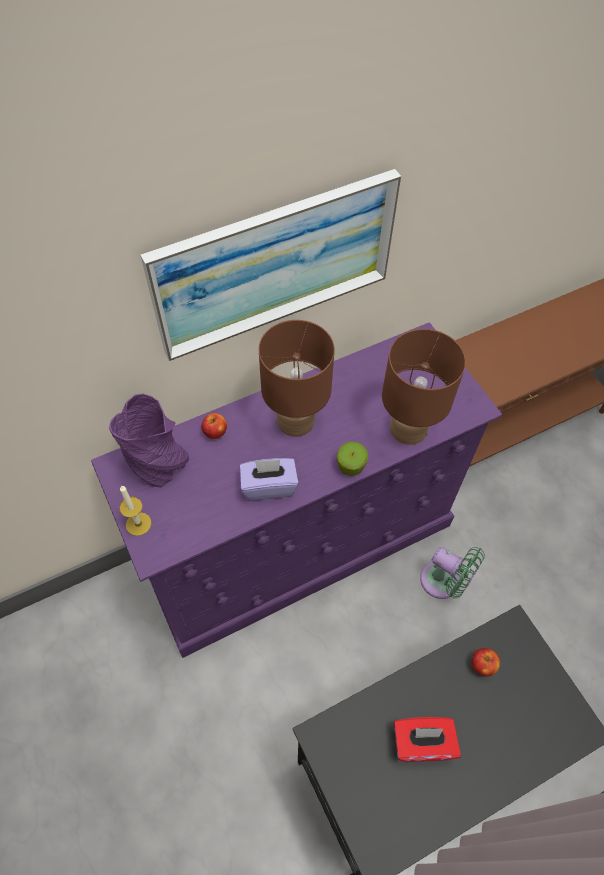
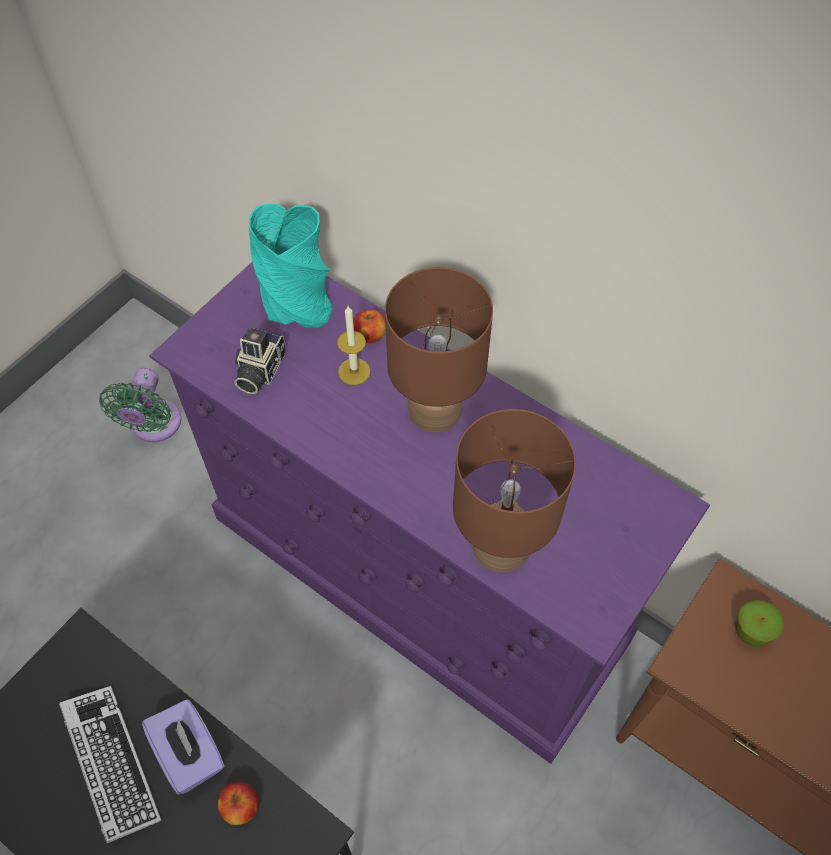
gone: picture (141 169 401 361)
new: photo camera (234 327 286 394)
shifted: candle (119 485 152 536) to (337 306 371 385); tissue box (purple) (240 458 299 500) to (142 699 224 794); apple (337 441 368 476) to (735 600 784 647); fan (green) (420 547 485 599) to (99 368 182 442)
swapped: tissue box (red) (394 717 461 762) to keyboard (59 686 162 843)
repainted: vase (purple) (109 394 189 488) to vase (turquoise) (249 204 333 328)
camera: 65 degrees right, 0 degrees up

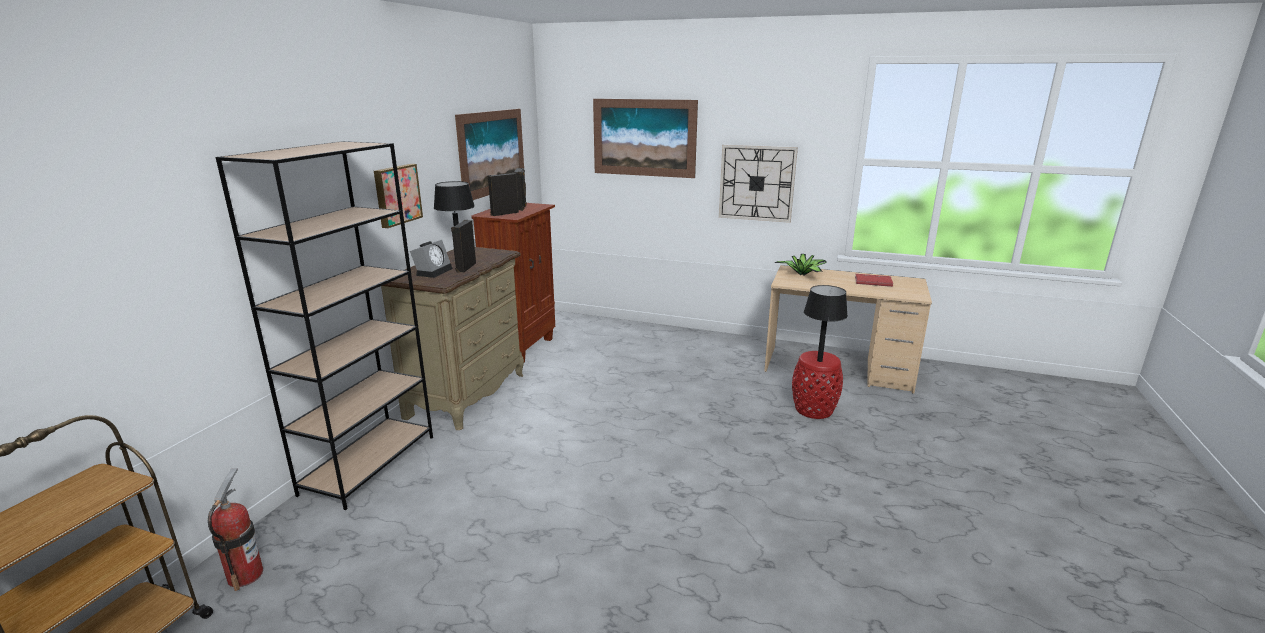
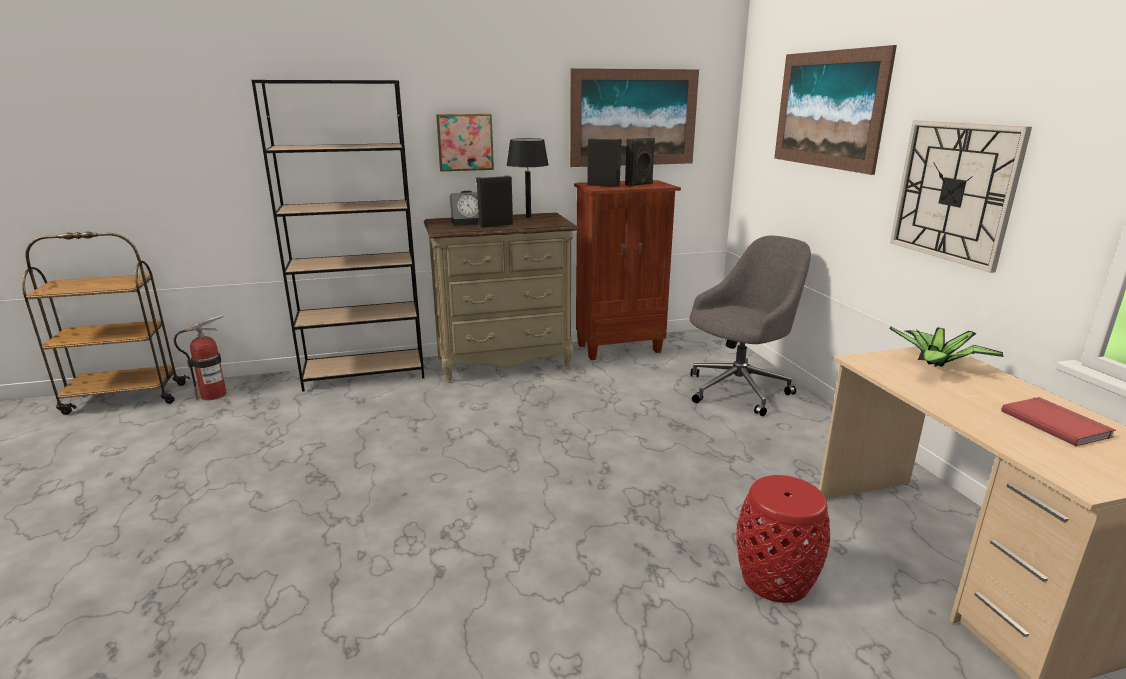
gone: table lamp (black) (804 285 848 362)
new: office chair (grey) (690 235 811 416)
camera: 55 degrees right, 0 degrees up

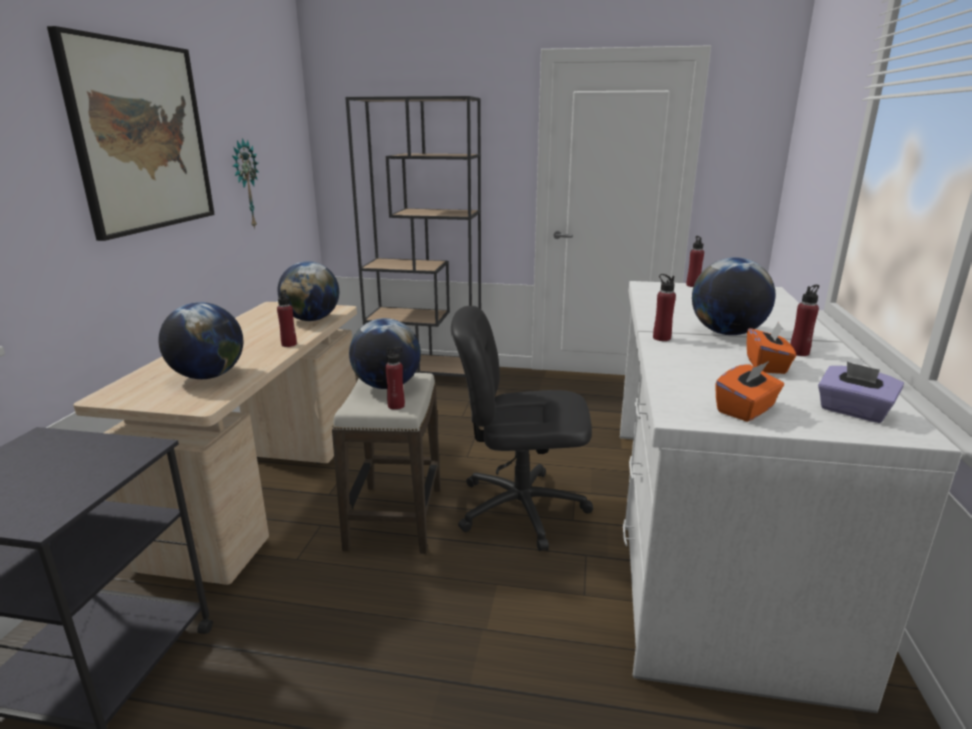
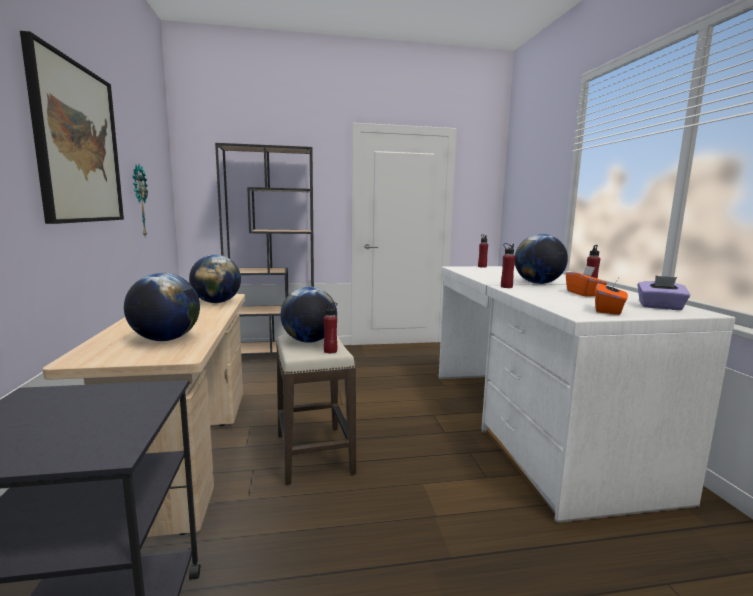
gone: bottle (red) (277 290 297 347); office chair (black) (451 306 593 551)
camera: 20 degrees left, 10 degrees down

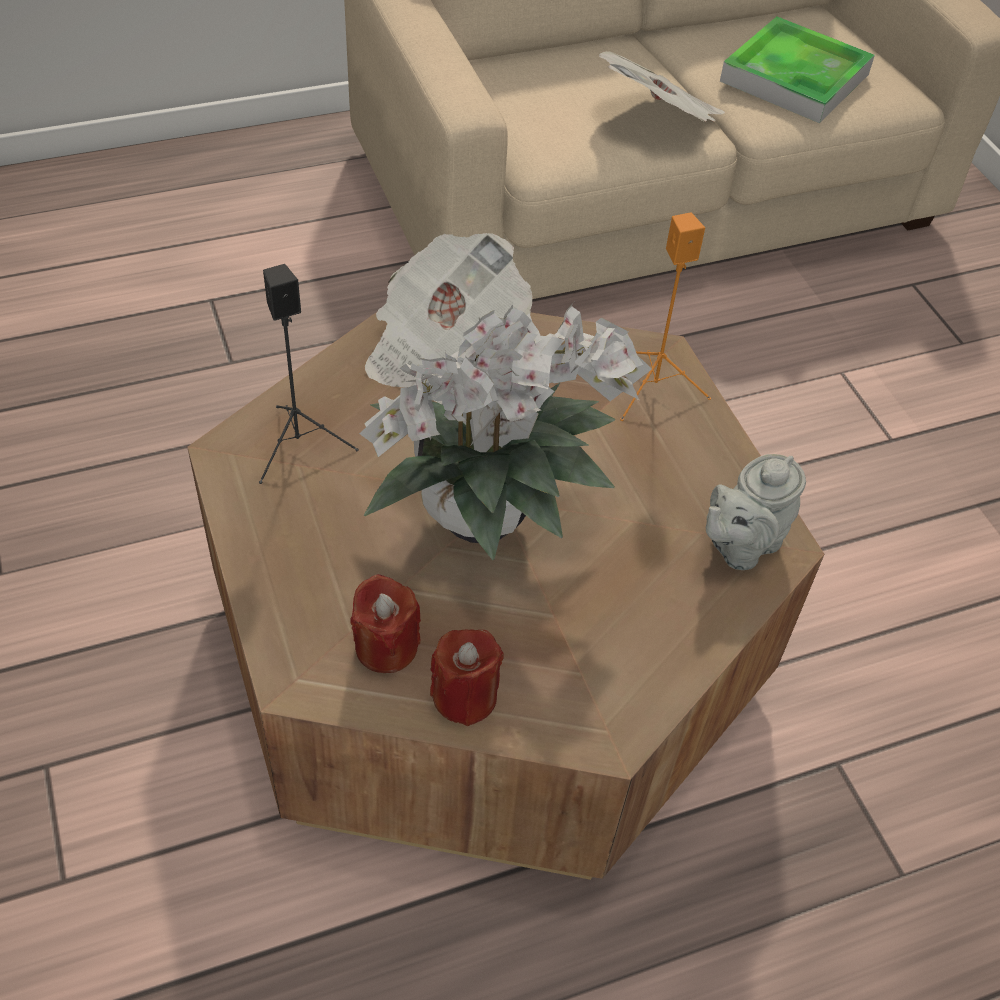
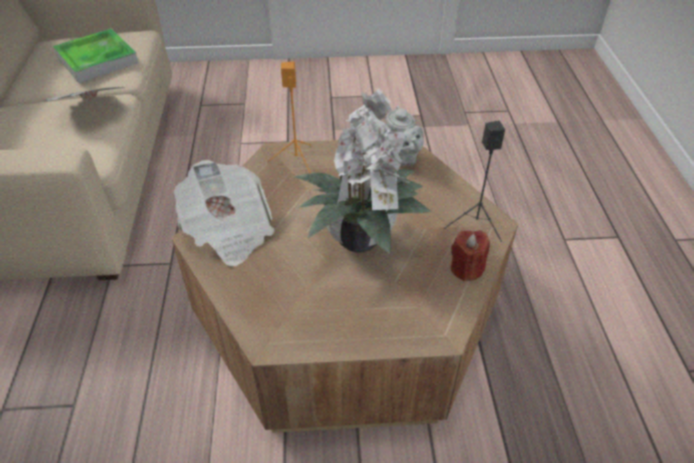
gone: candle (red) (350 574 421 673)
shifted: speaker (black) (259 264 359 484) to (444 120 505 242)
camera: 70 degrees left, 5 degrees down

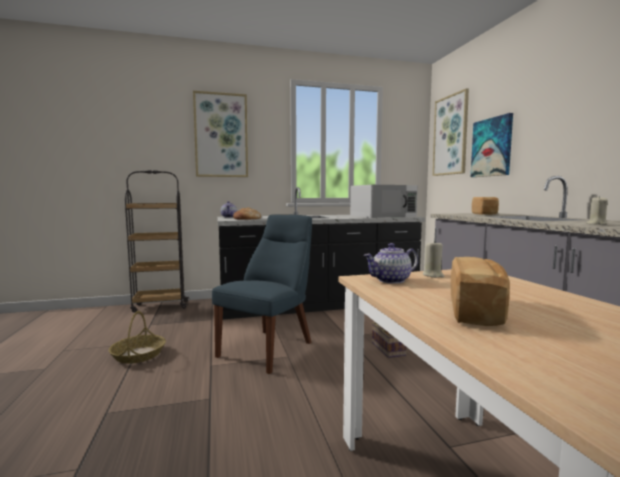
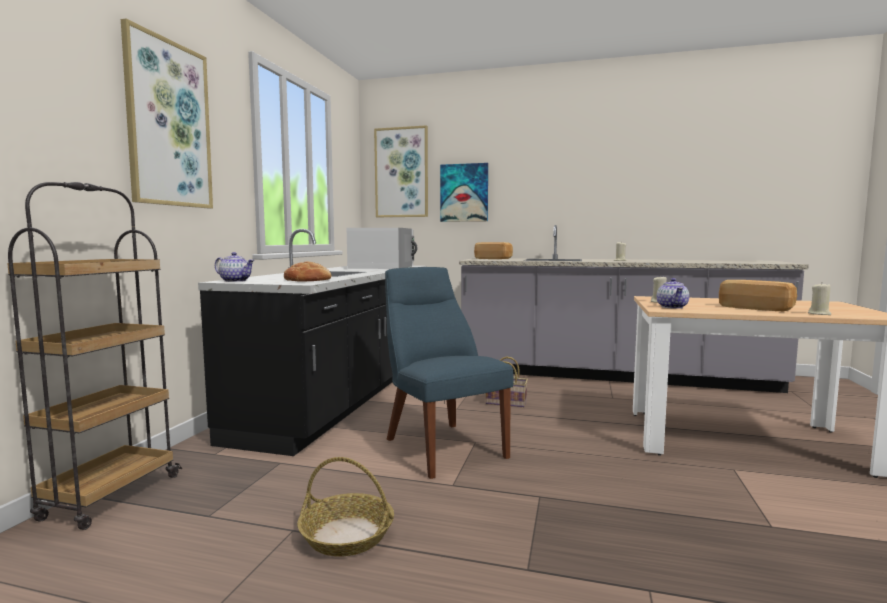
new: candle (beige) (808 282 831 315)
camera: 60 degrees left, 0 degrees up

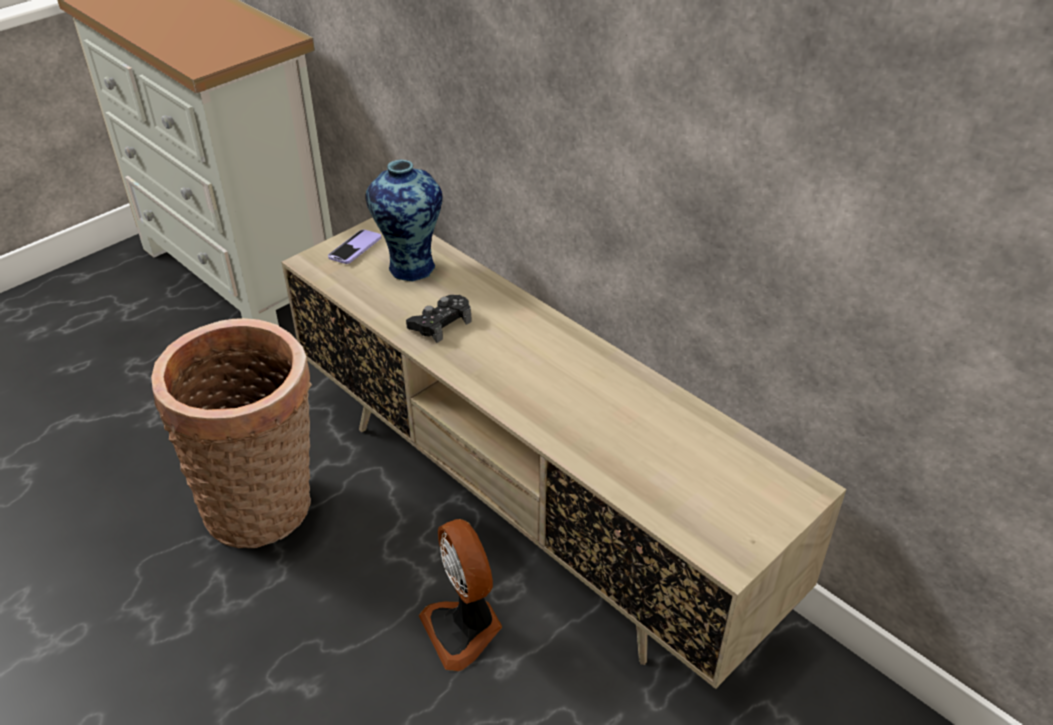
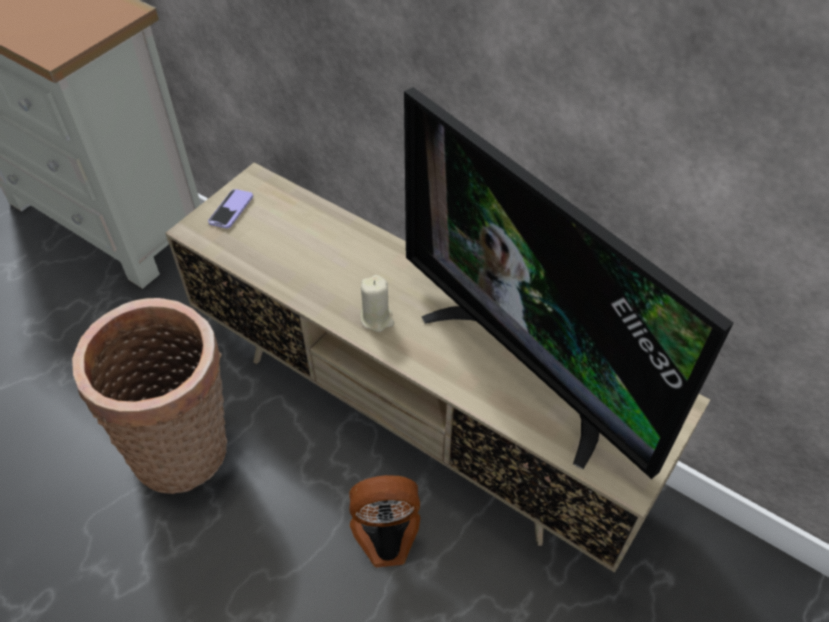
gone: vase (366 160 443 281); game controller (black) (406 295 472 343)
new: candle (beige) (360 275 394 332); television (404 87 734 479)
rotated: fan (419 519 502 671) = (349 475 420 568) 120 degrees clockwise
camera: 10 degrees left, 10 degrees up

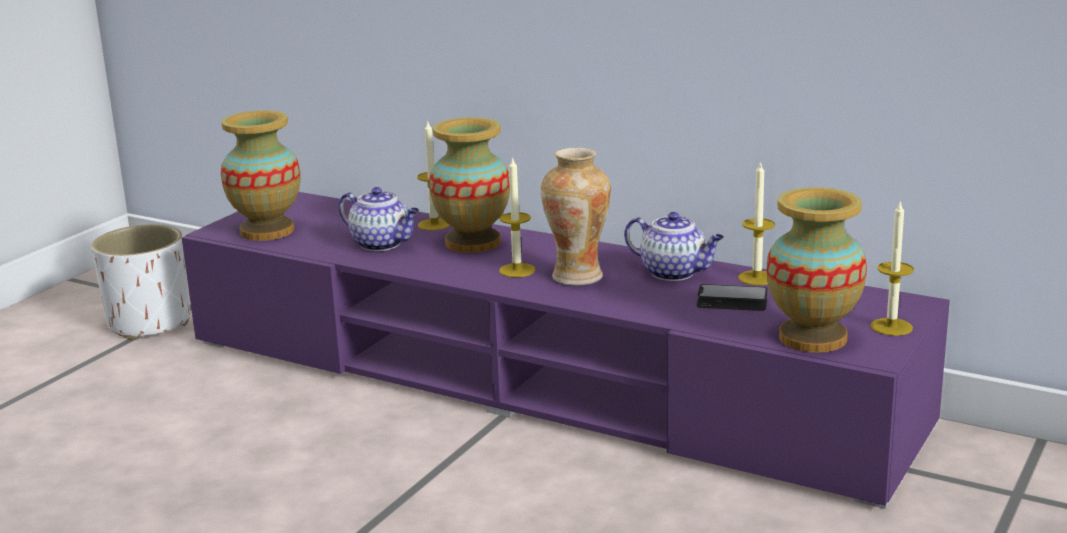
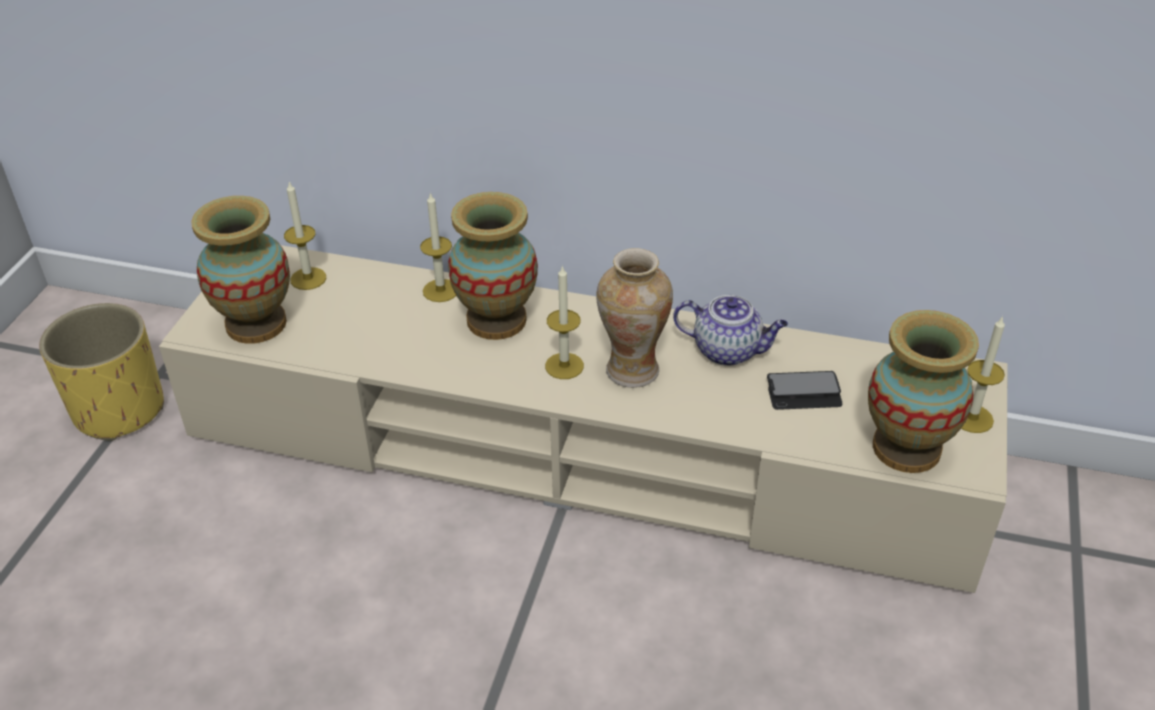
gone: teapot (338 187 419 251)
shifted: candle (738 161 775 285) to (284 182 326 290)
repainted: planter (white) (91 225 190 340) to planter (yellow) (39 303 164 441); tv stand (purple) (182 192 950 509) to tv stand (beige) (159 245 1008 593)
camera: 15 degrees left, 20 degrees up

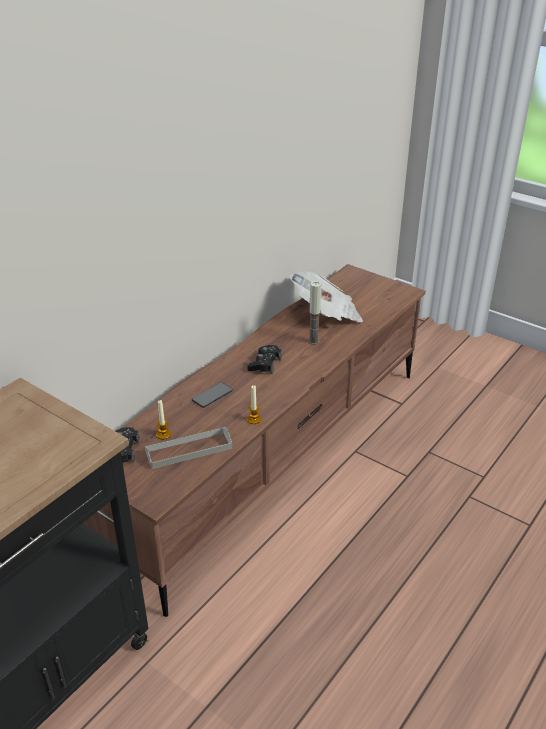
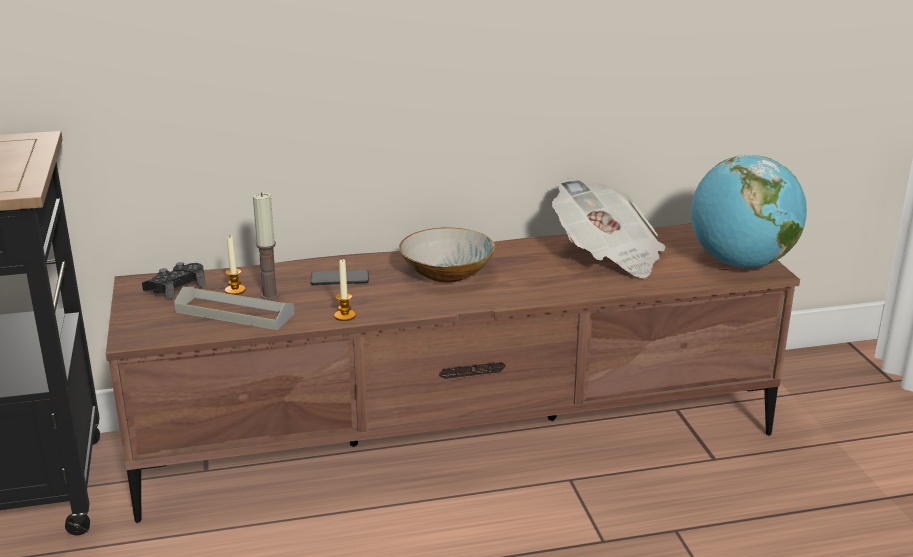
new: globe (691 155 807 268)
shifted: candle (308 281 321 345) to (253 192 279 300)
swapped: game controller (black) (248 345 282 374) to bowl (399 228 495 283)
camera: 40 degrees right, 10 degrees down

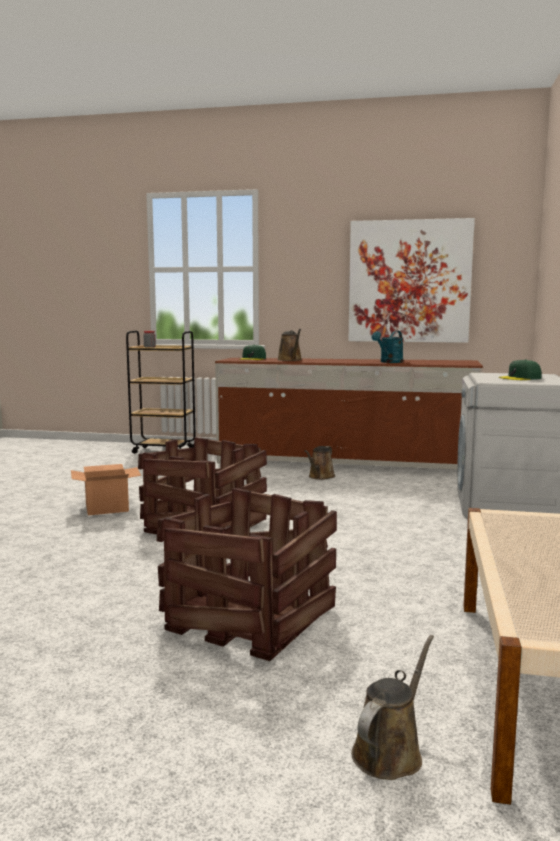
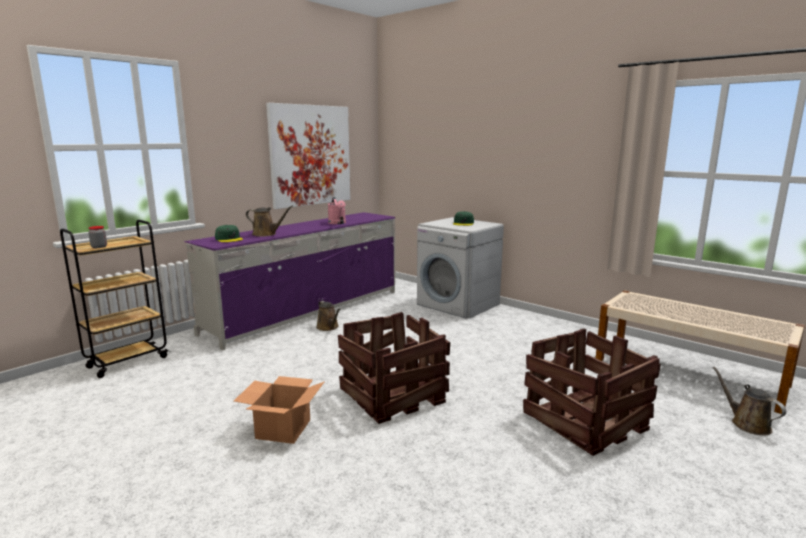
repainted: cabinet (brown) (215 357 483 469) to cabinet (purple) (183 212 395 350); watering can (turquoise) (372 331 403 363) to watering can (pink) (328 197 346 224)
camera: 60 degrees left, 5 degrees up

